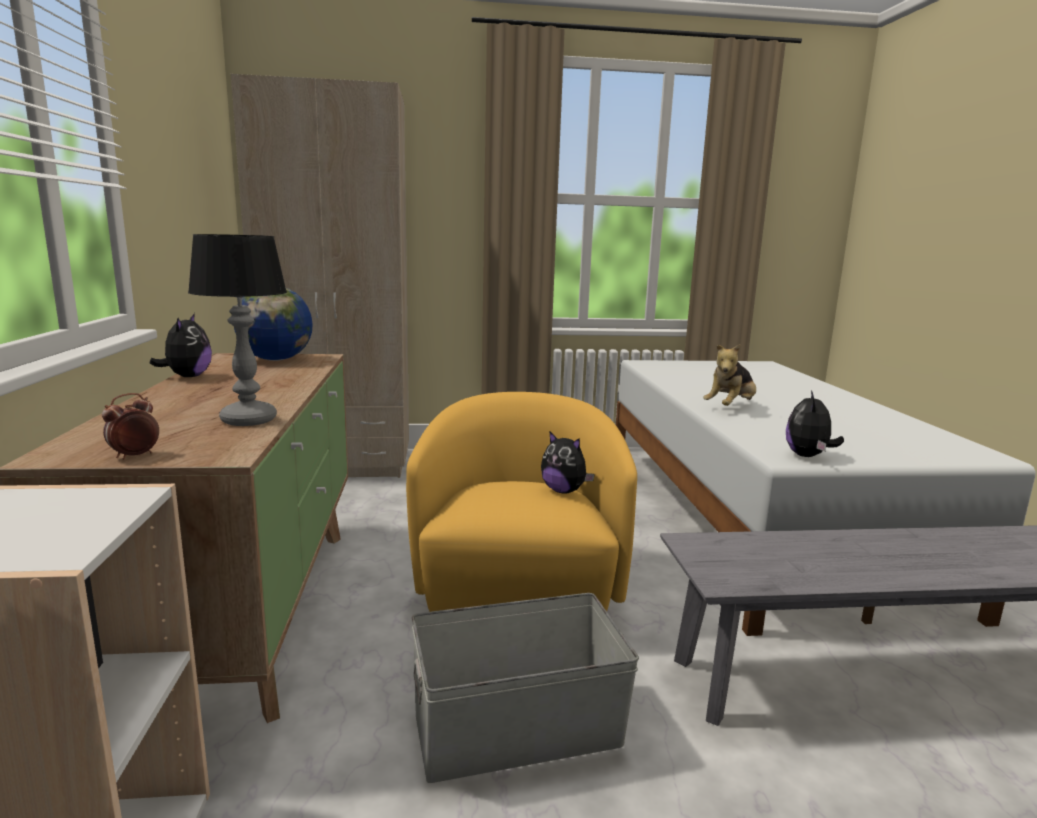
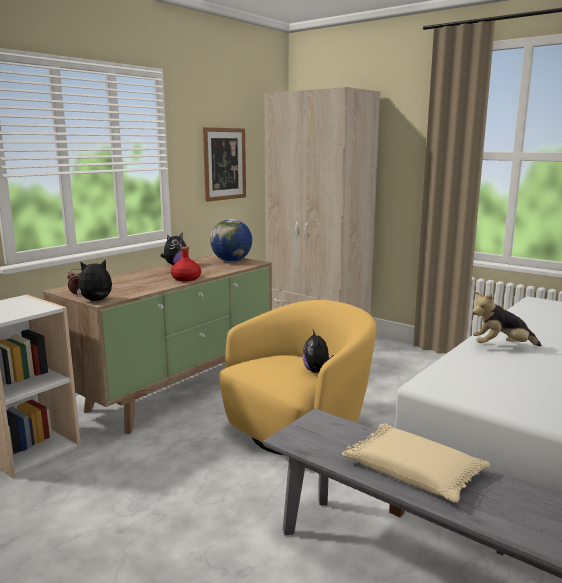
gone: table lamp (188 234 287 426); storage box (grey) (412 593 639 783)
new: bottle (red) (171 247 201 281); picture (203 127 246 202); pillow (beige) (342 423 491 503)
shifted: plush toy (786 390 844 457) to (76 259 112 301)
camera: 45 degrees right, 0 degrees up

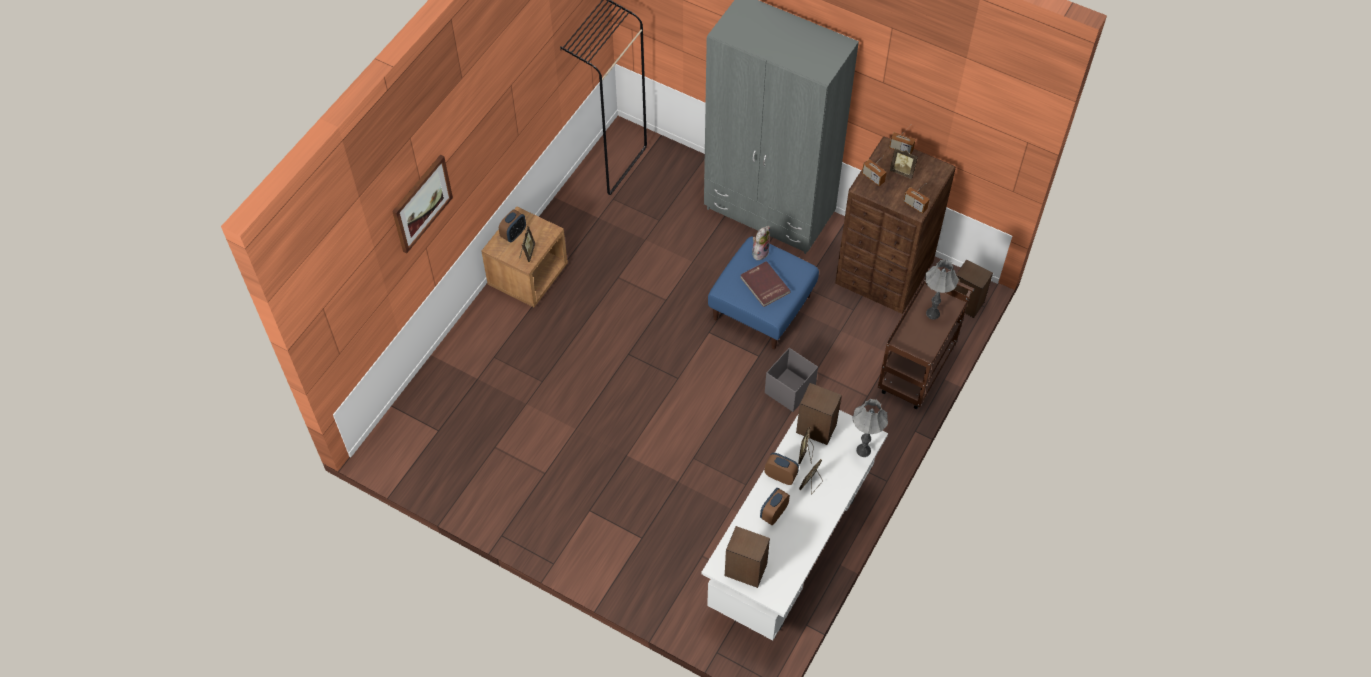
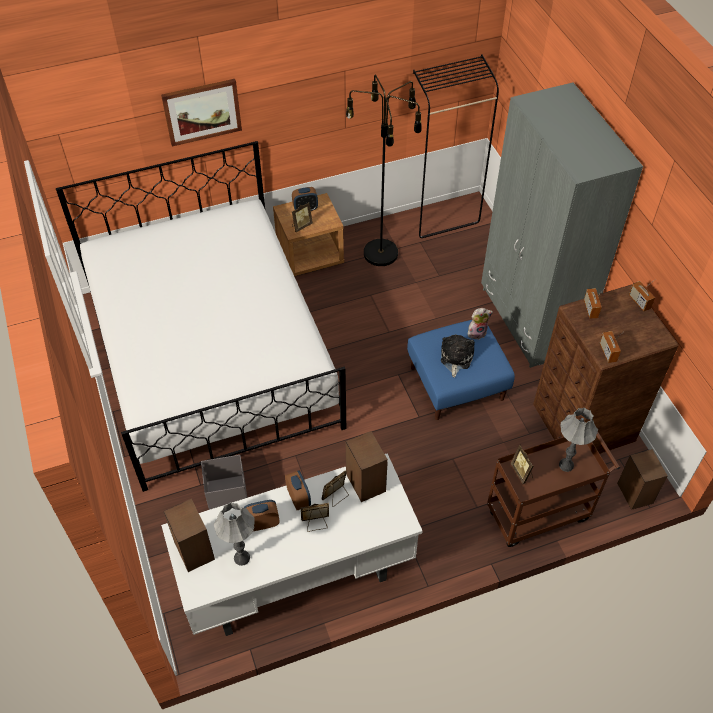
new: bed (white) (56 141 346 492); floor lamp (346 74 422 266)
shifted: storage box (grey) (765 348 818 412) to (201 455 247 510); table lamp (grey) (852 399 888 457) to (214 502 255 566); picture frame (890 148 918 179) to (510 445 533 484)
swapped: book (red) (740 261 791 307) to plush toy (441 335 475 378)
camera: 40 degrees right, 5 degrees down

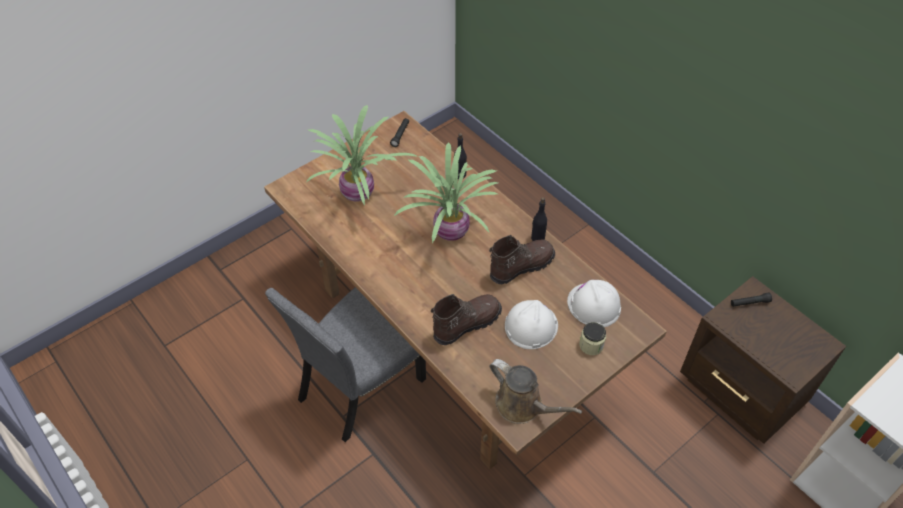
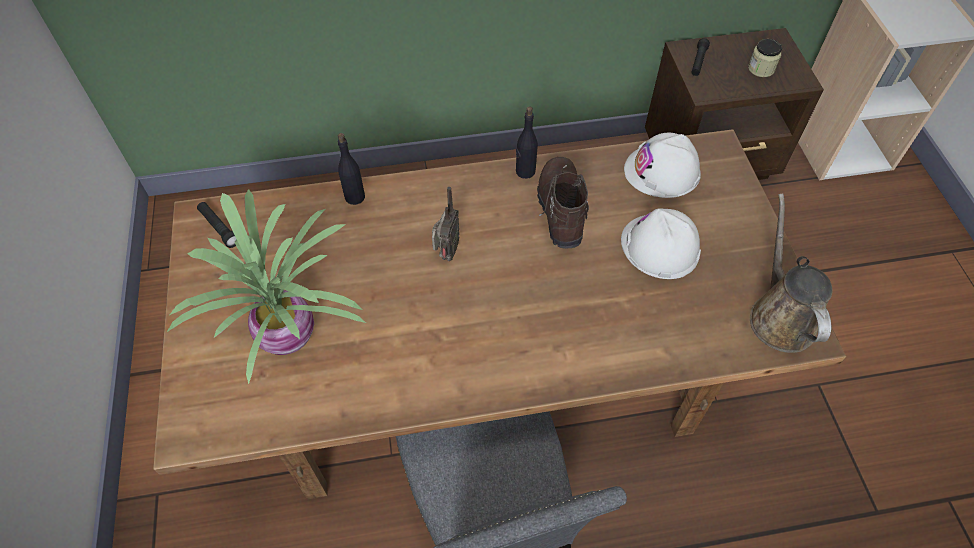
gone: boot (brown) (431 294 502 345)
shifted: jar (579 322 606 355) to (748 39 782 77)
swapped: potted plant (394 142 498 244) to radio (432 187 460 261)
rotated: watering can (brown) (489 359 582 424) = (750 193 833 353) 75 degrees counterclockwise
camera: 60 degrees left, 5 degrees up

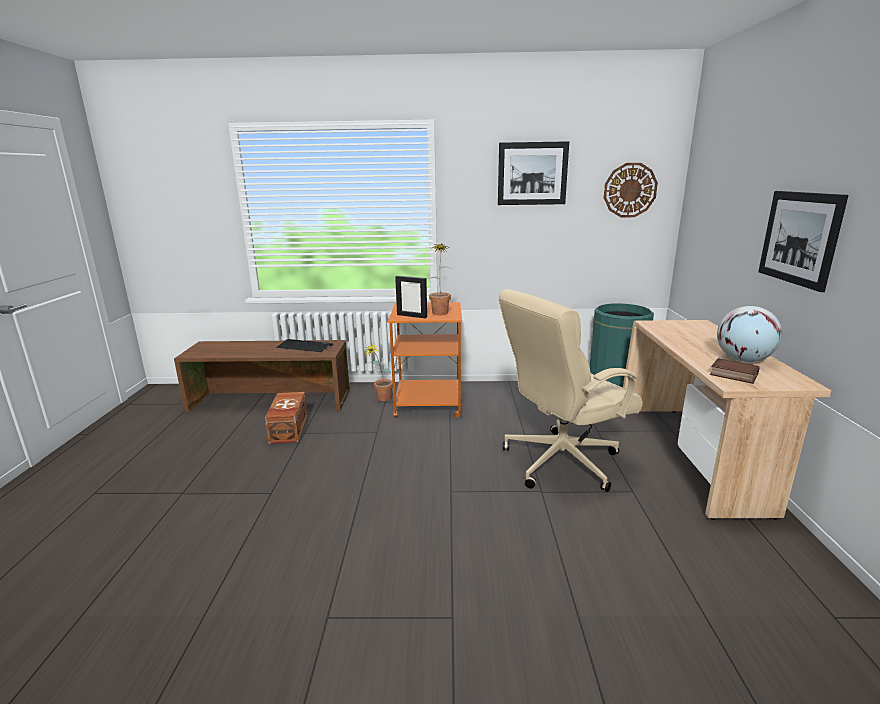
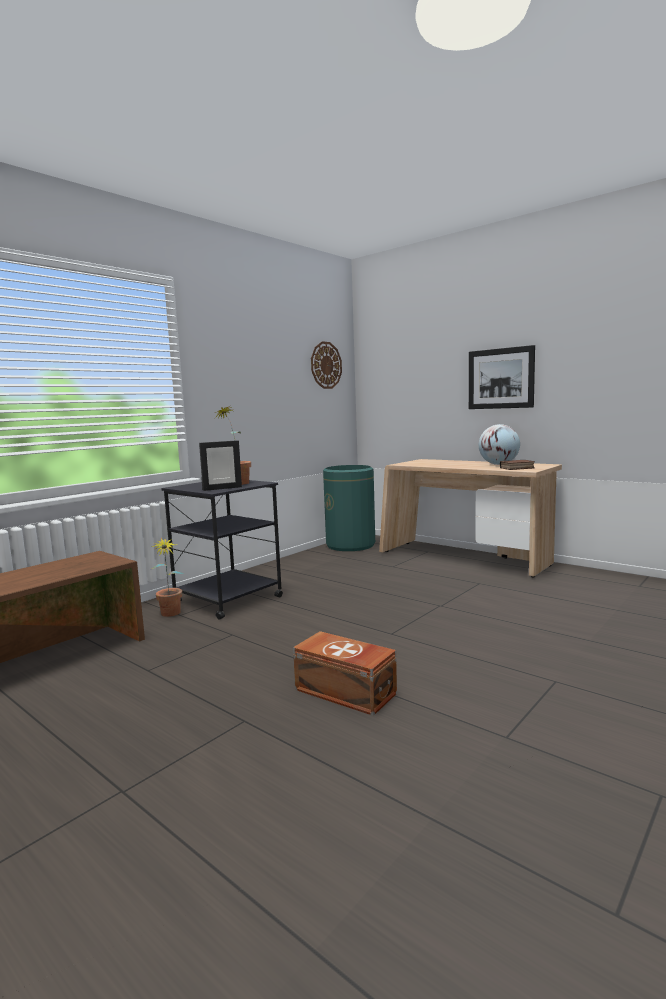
gone: keyboard (276 339 333 352); picture (498 141 569 205); office chair (beige) (499 289 643 492)
shifted: storage box (brown) (265 392 307 444) to (293 631 397 716)
repainted: cart (orange) (388 302 462 418) to cart (black) (161 480 283 619)
camera: 50 degrees left, 10 degrees down

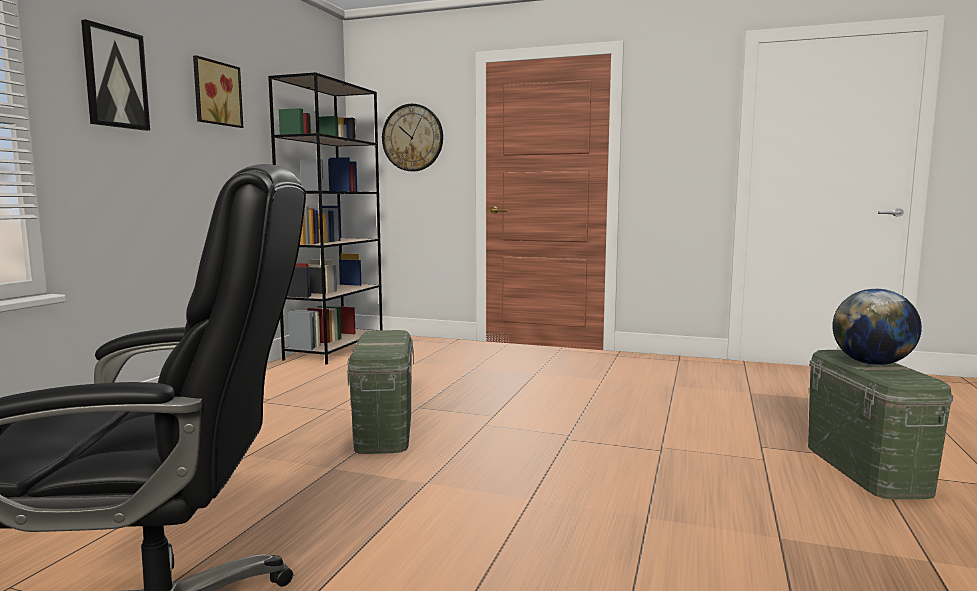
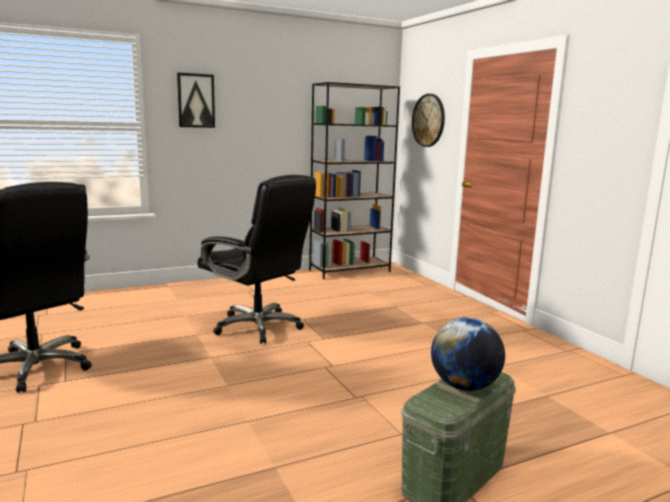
gone: picture (193 55 243 128)
swapped: storage box (green) (347 330 414 454) to office chair (black) (197 175 316 344)
camera: 45 degrees right, 5 degrees up

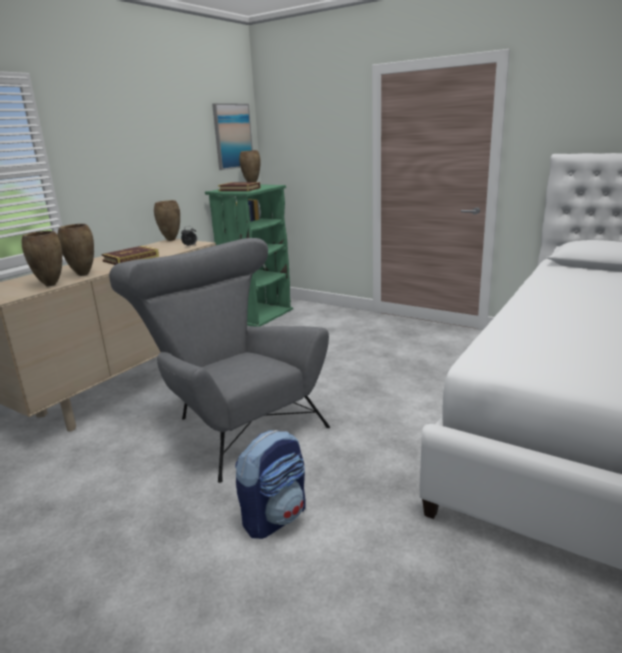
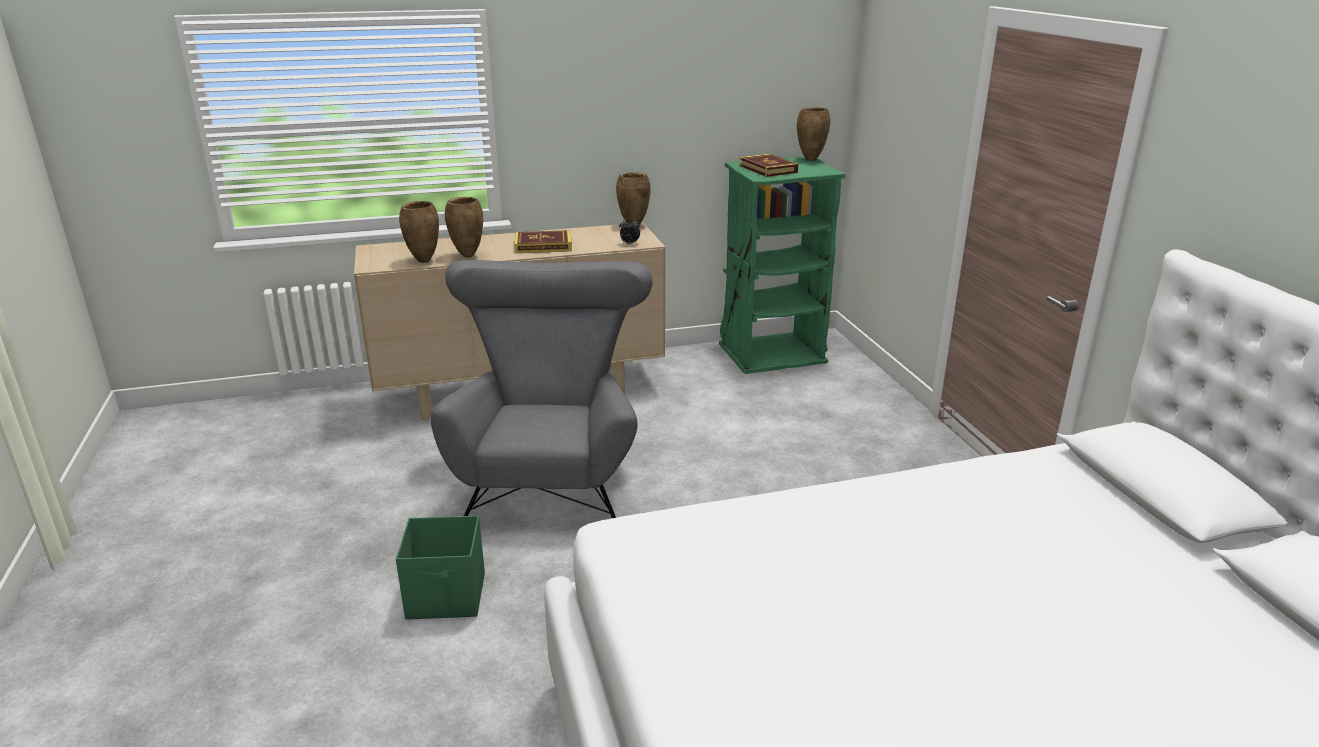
gone: picture (212 103 253 170)
swapped: backpack (235 430 306 539) to storage box (green) (396 515 485 620)
camera: 40 degrees right, 5 degrees up

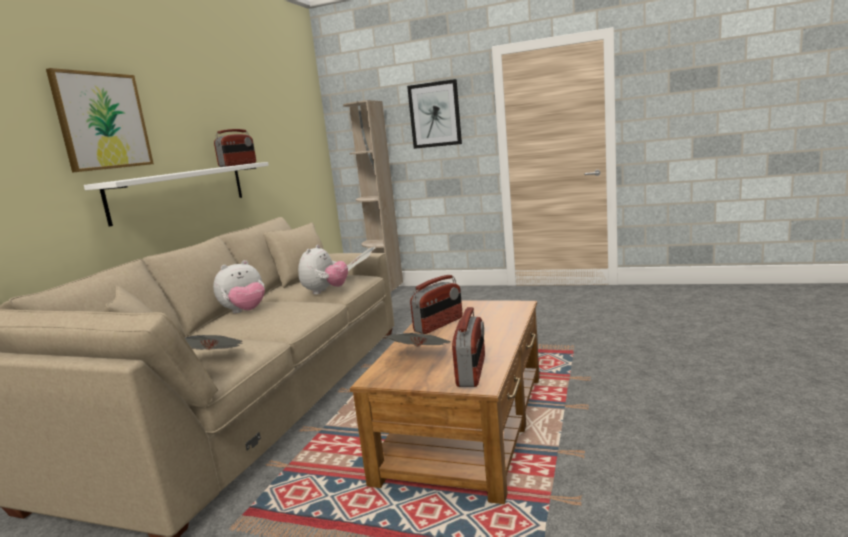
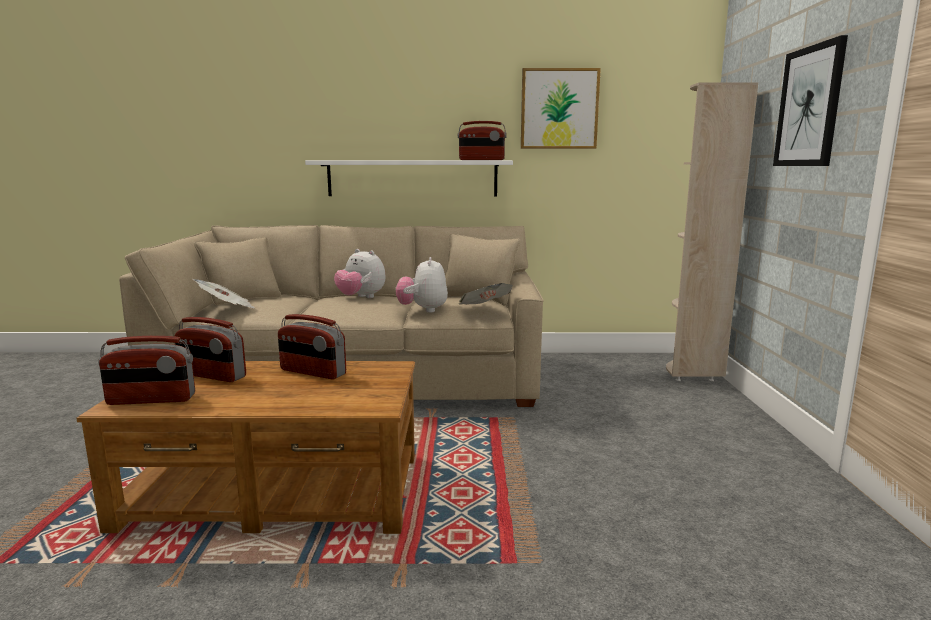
shifted: picture (46 68 154 173) to (521 68 601 149)
swapped: newspaper (383 333 450 347) to radio (174 317 246 382)
rotated: plush toy (298 245 348 294) = (396 257 448 313) 90 degrees clockwise
camera: 70 degrees right, 0 degrees up

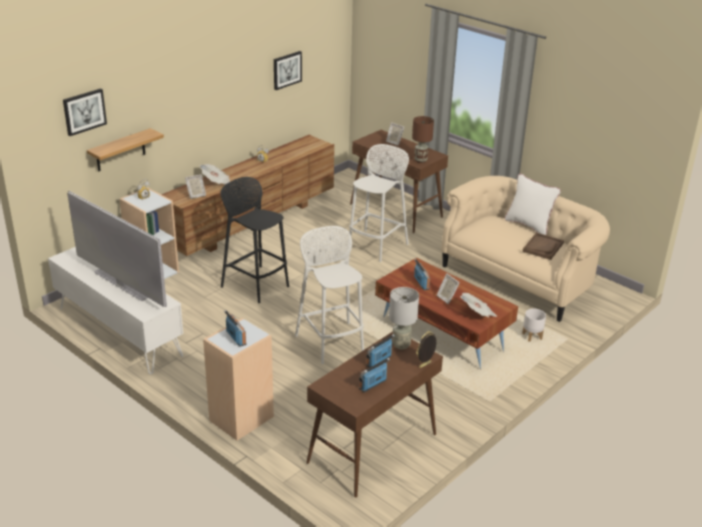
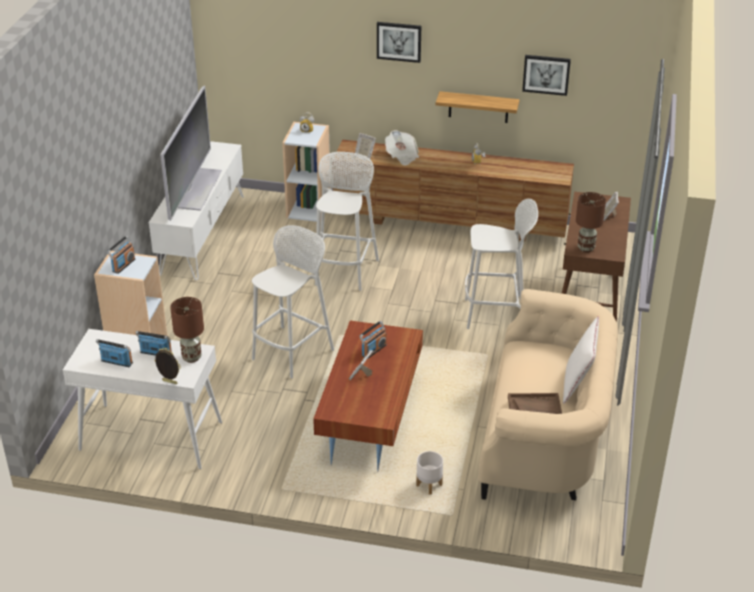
gone: newspaper (460 293 497 317)
shifted: picture (63 88 107 136) to (377 22 421 63); shelf (87 128 164 171) to (436 91 520 123)
repainted: stool (black) (220 177 289 303) to stool (white) (315 152 379 291); console table (brown) (306 332 443 498) to console table (white) (63 329 222 469); table lamp (grey) (389 287 419 349) to table lamp (brown) (170 297 204 363)
camera: 60 degrees right, 5 degrees up

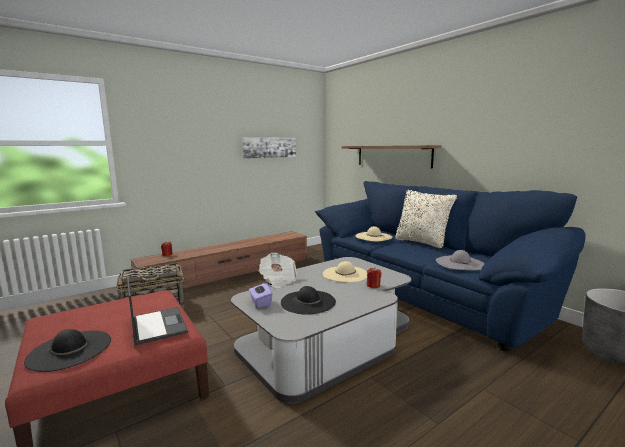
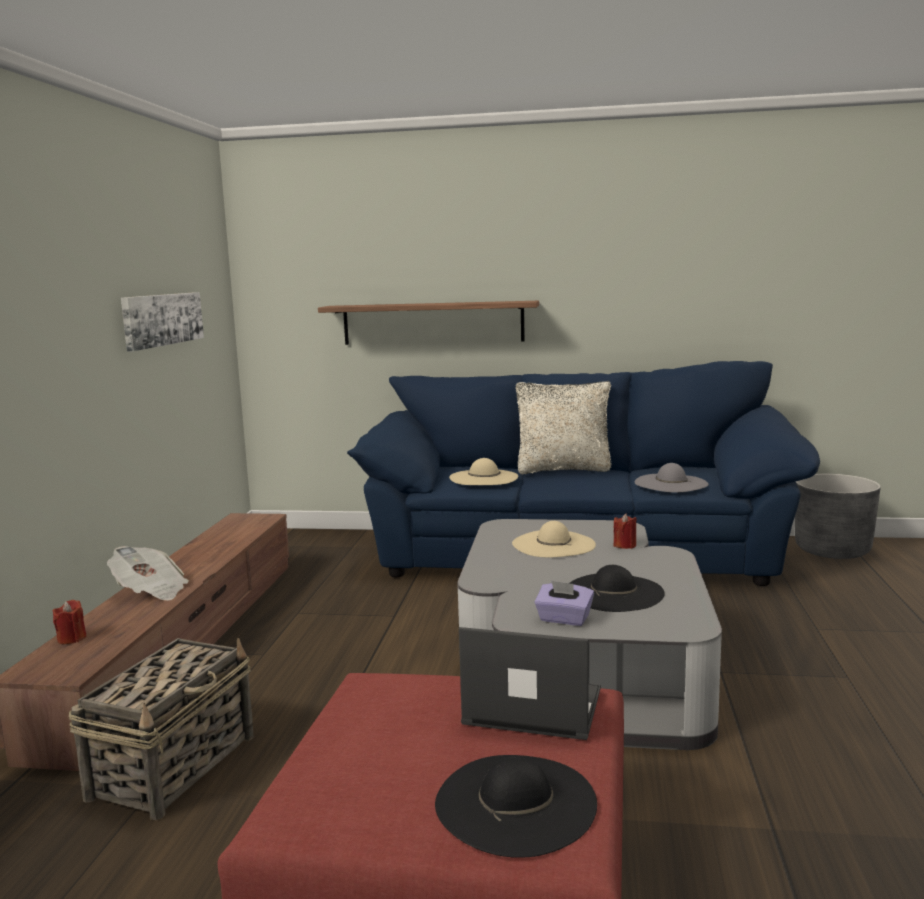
shifted: newspaper (259 253 297 288) to (107 546 189 601)
camera: 45 degrees left, 0 degrees up

